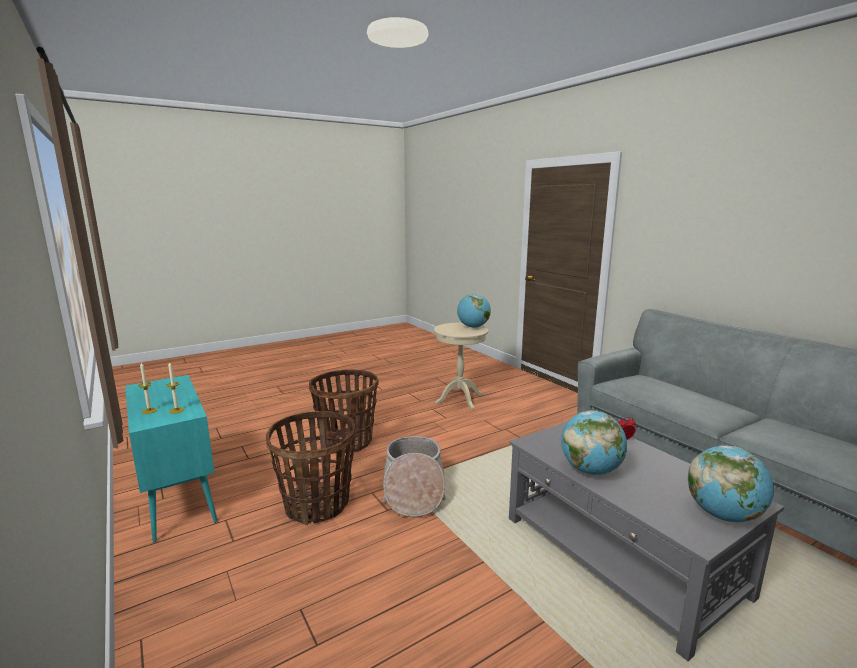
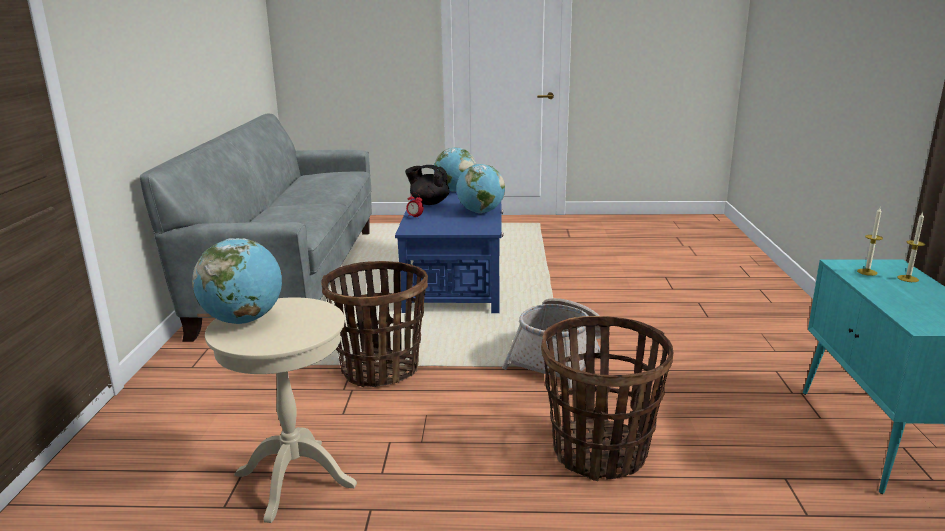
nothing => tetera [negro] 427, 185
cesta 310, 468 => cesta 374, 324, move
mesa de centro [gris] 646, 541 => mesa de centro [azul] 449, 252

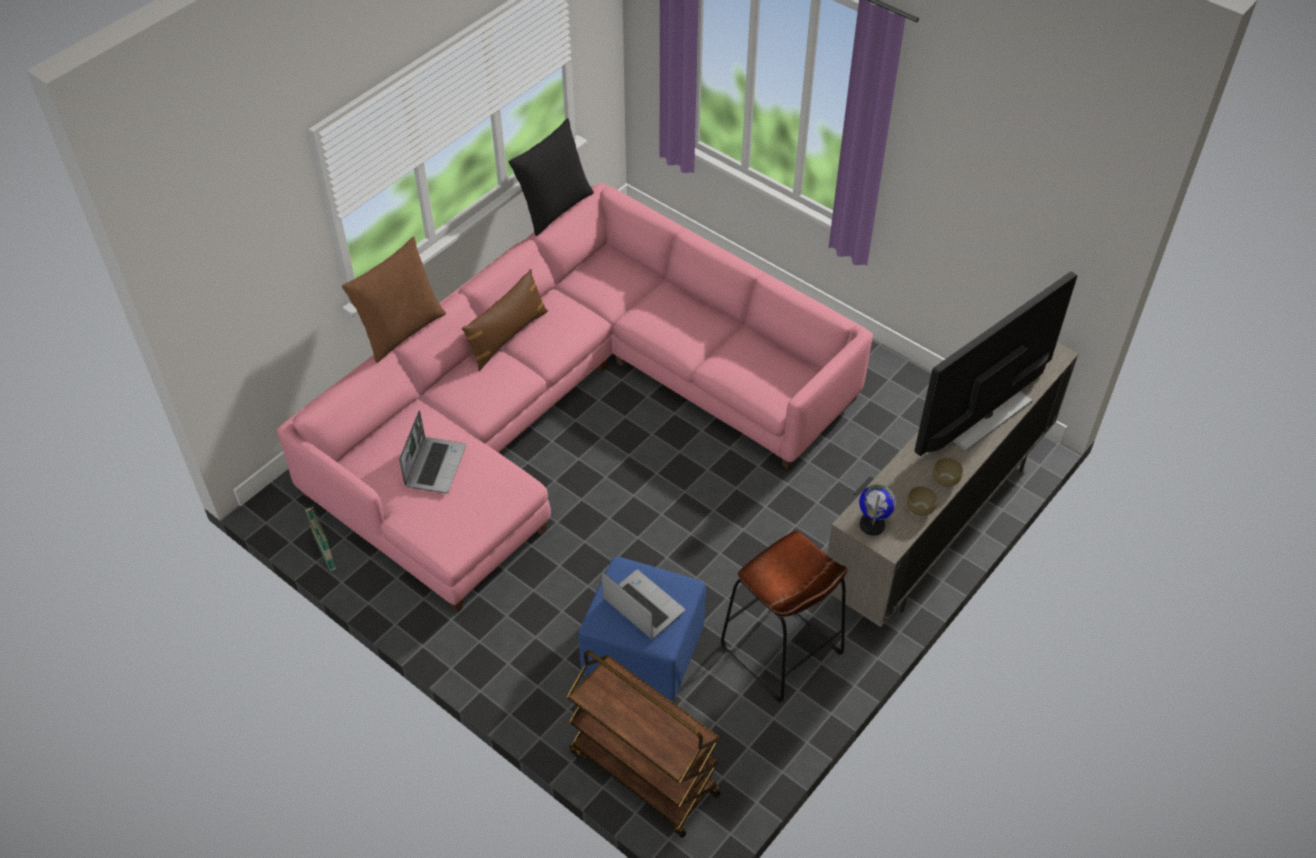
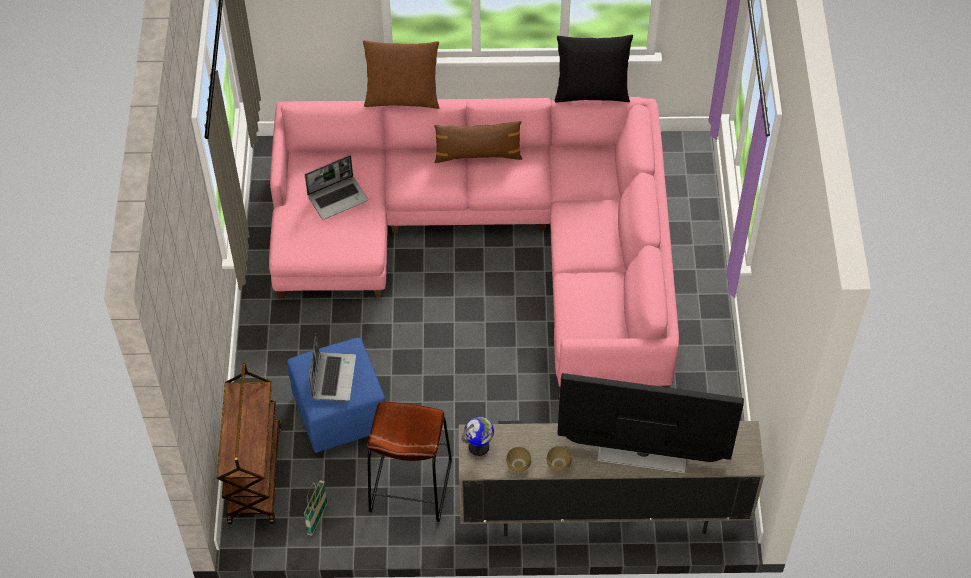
cesta 320, 539 => cesta 316, 508, move

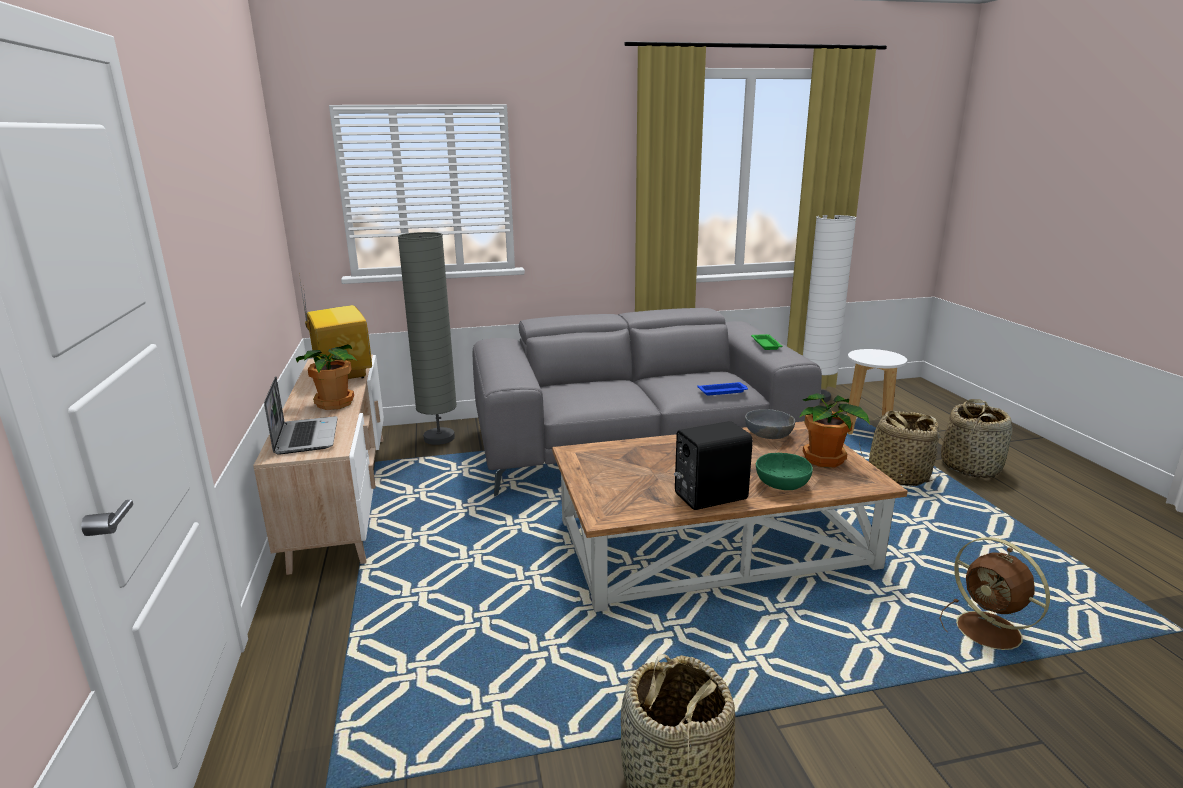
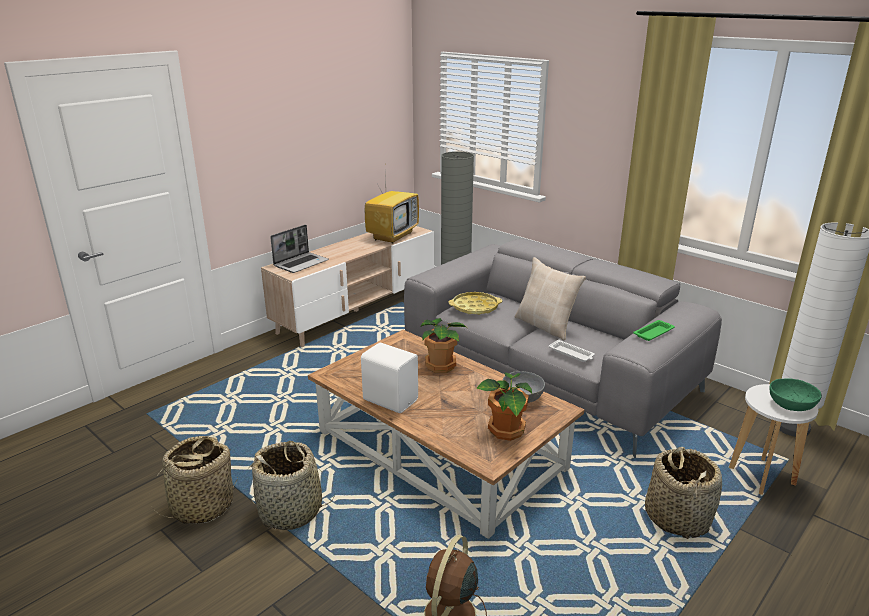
nothing => bandeja [amarillo] 475, 303
nothing => cojín [beis] 550, 299
planta en maceta 326, 377 => planta en maceta 444, 345, move
cuenco [verde] 784, 471 => cuenco [verde] 796, 394, move
cesta 976, 438 => cesta 291, 485, move
altavoz [negro] 713, 465 => altavoz [blanco] 389, 378
bandeja [azul] 722, 388 => bandeja [blanco] 572, 350

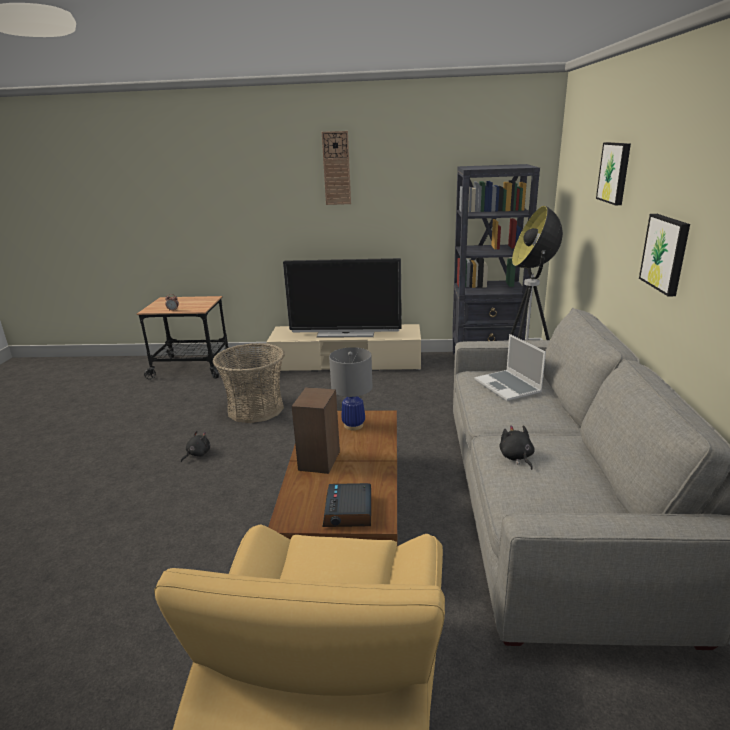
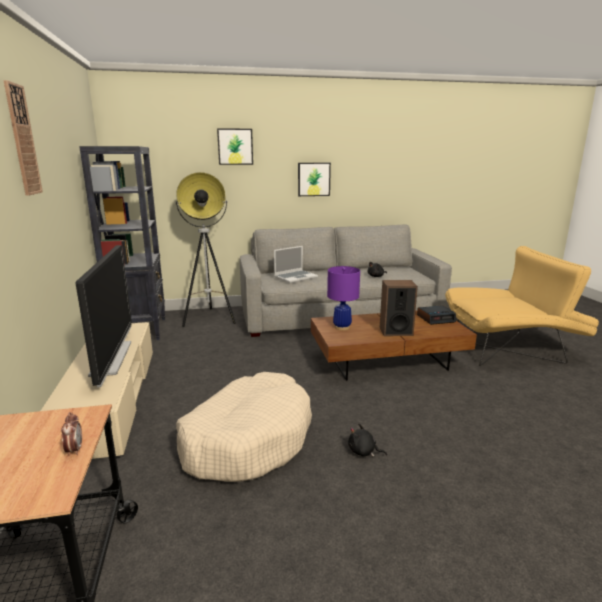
cesta 249, 383 => cama para perro [beis] 244, 427
lámpara de mesa [gris] 350, 388 => lámpara de mesa [morado] 343, 298

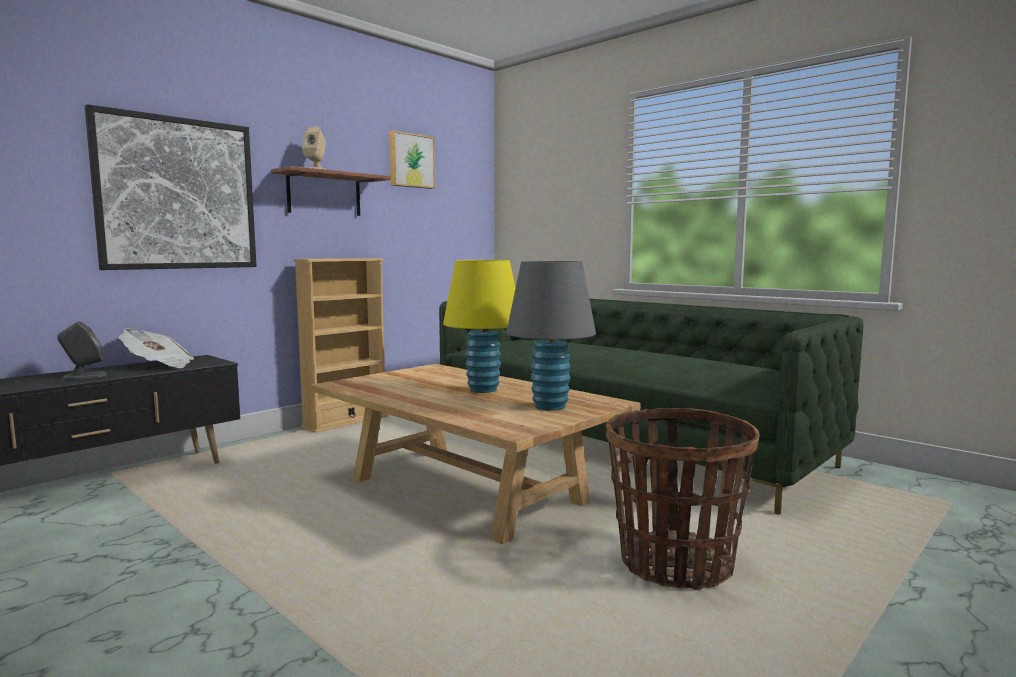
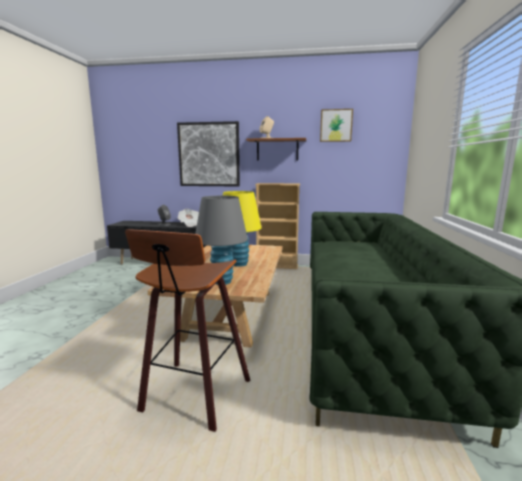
cesta 682, 499 => taburete 187, 330

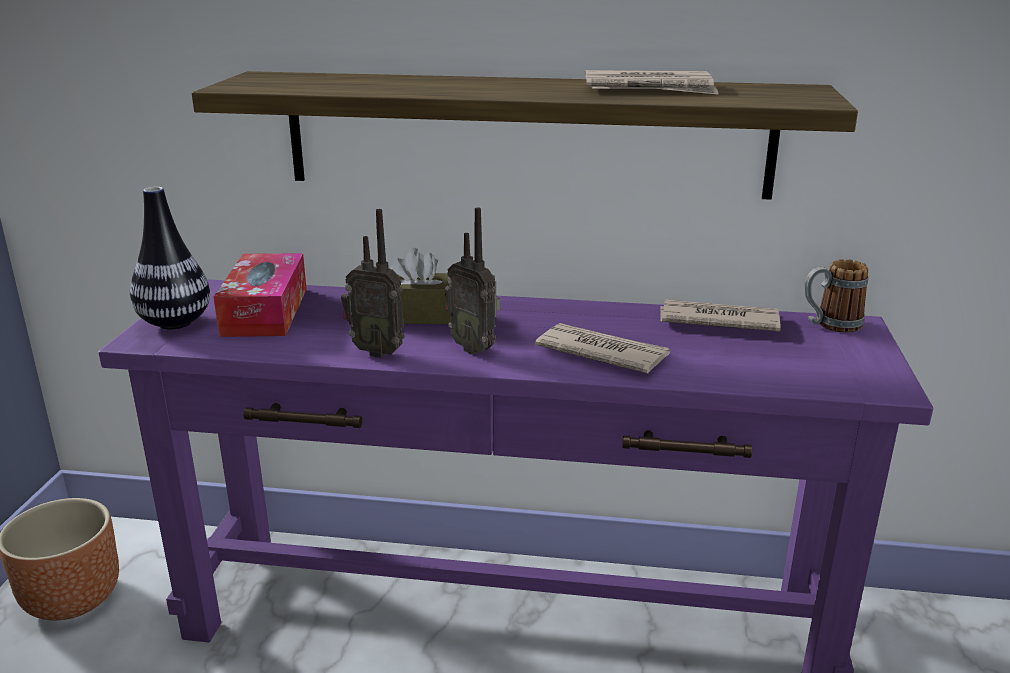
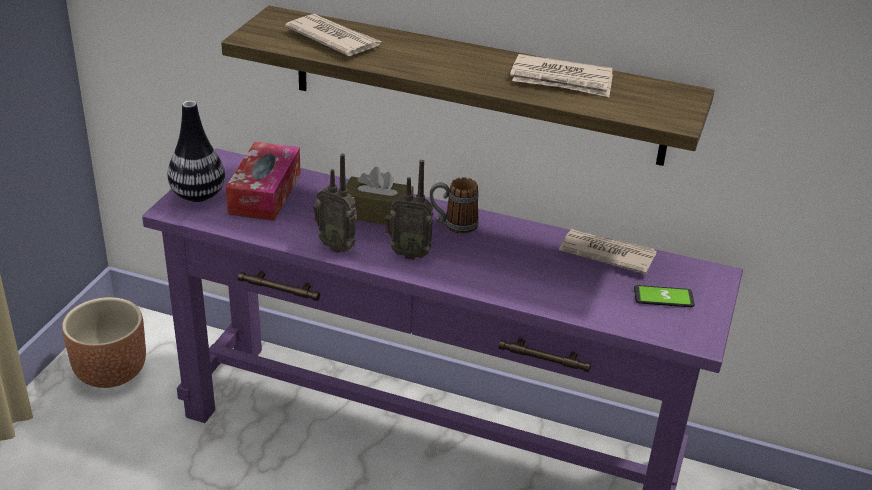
nothing => móvil 664, 296
periódico 603, 348 => periódico 333, 35, move
taza grande 836, 295 => taza grande 454, 205, move
radio 472, 281 => radio 409, 210, 45 degrees counterclockwise

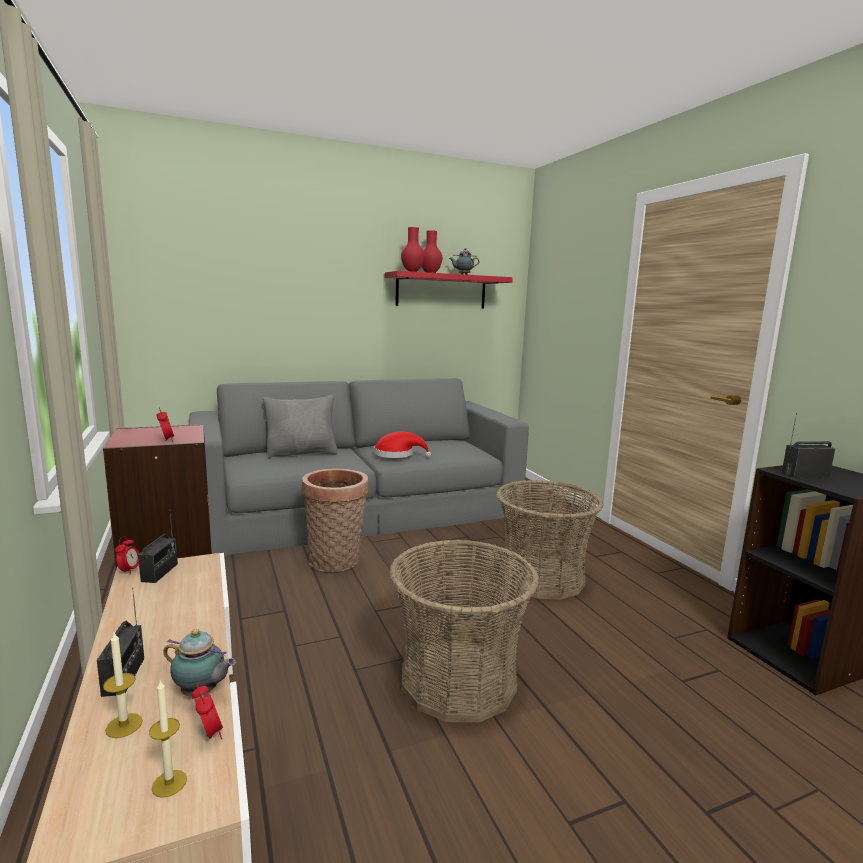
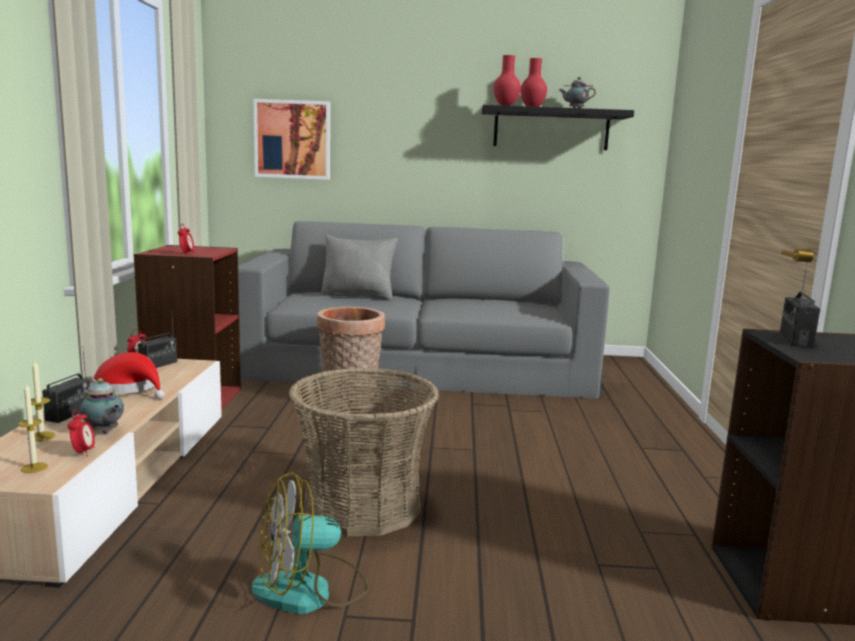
cesta 550, 540 => nothing
nothing => ventilador 310, 543
nothing => cuadro 292, 139
sombrero [rojo] 402, 444 => sombrero [rojo] 128, 375, move
estante [rojo] 449, 290 => estante [negro] 558, 127
radio 808, 445 => radio 800, 304, 90 degrees counterclockwise

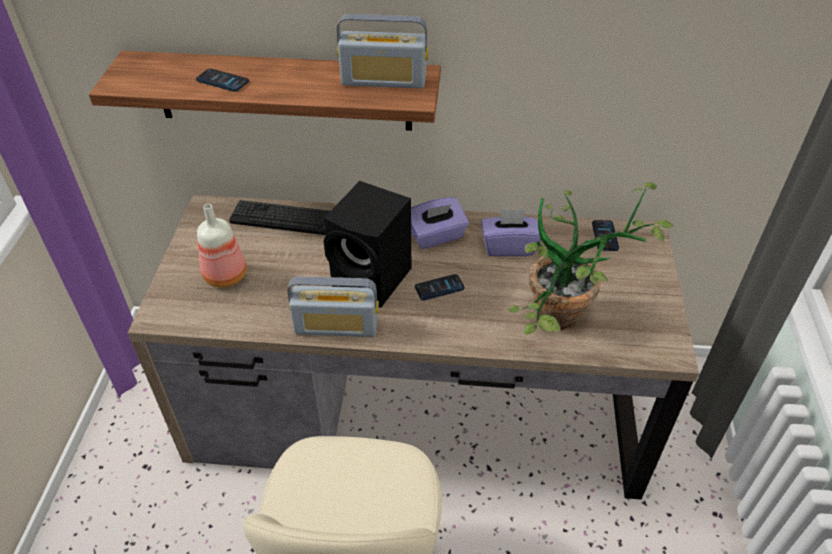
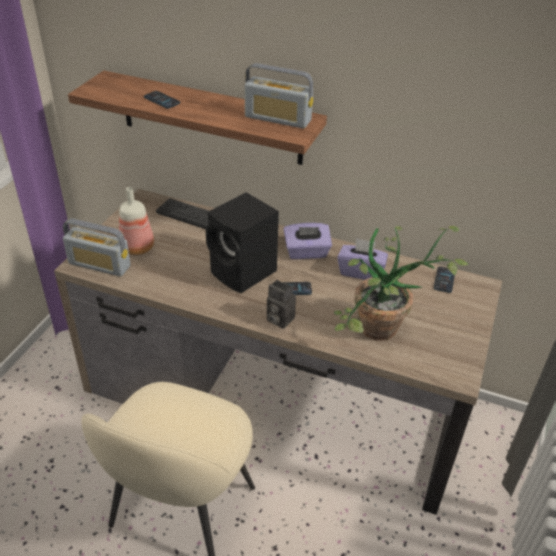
nothing => cámara 281, 304
radio 333, 306 => radio 97, 247, move

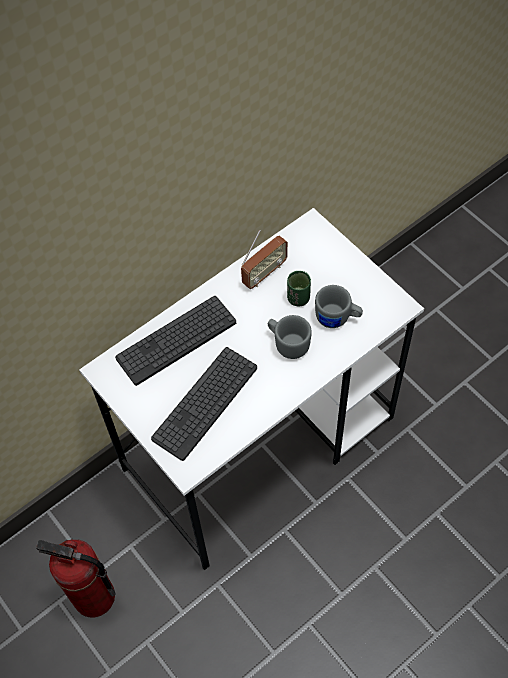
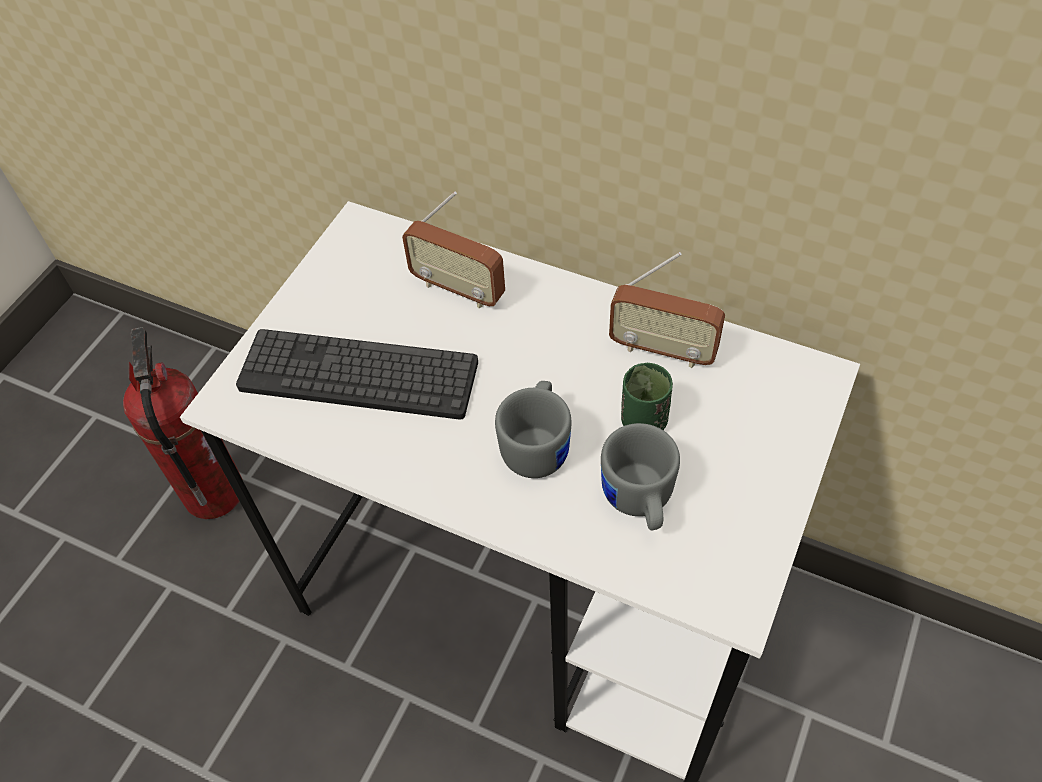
teclado 175, 341 => radio 453, 250

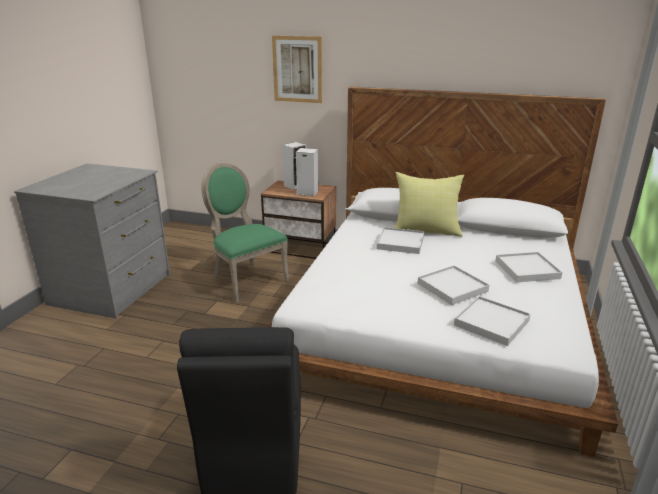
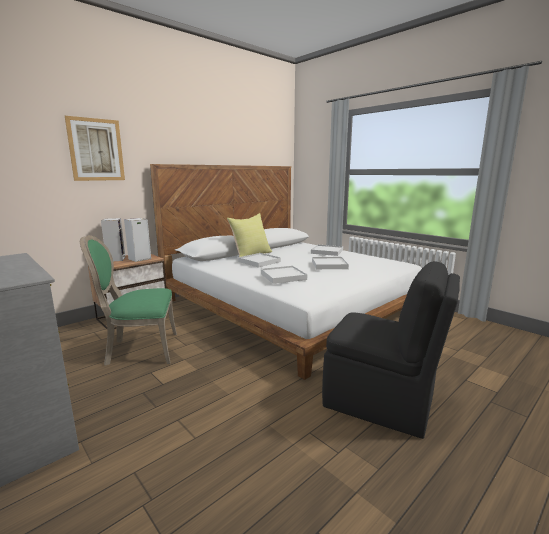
bandeja [blanco] 492, 321 => bandeja [blanco] 284, 275, move

